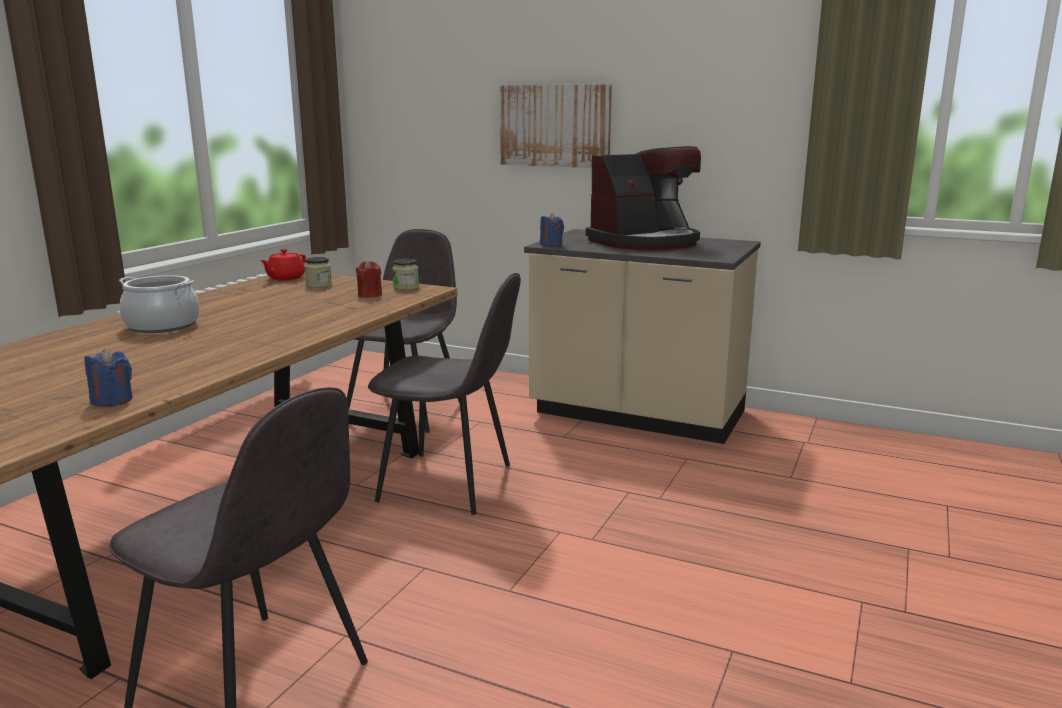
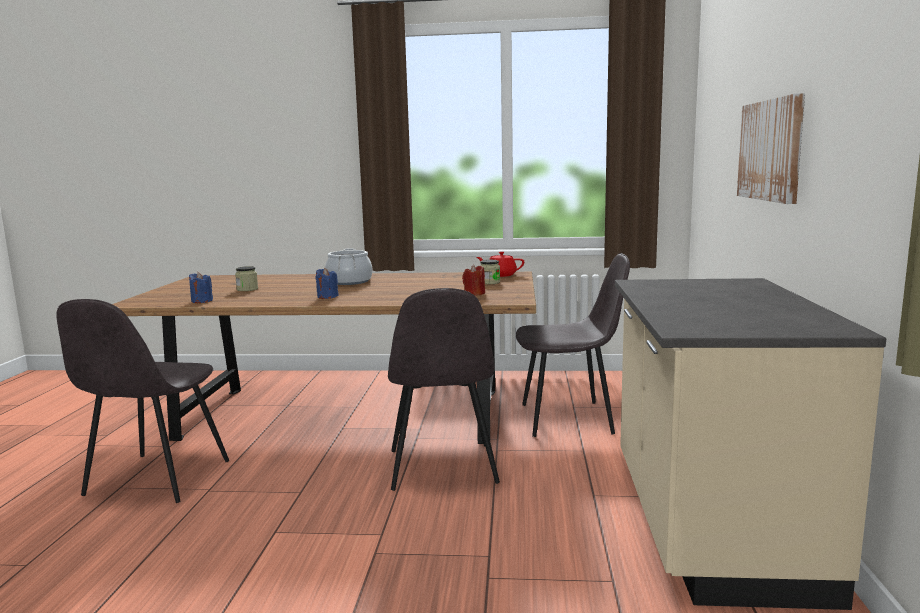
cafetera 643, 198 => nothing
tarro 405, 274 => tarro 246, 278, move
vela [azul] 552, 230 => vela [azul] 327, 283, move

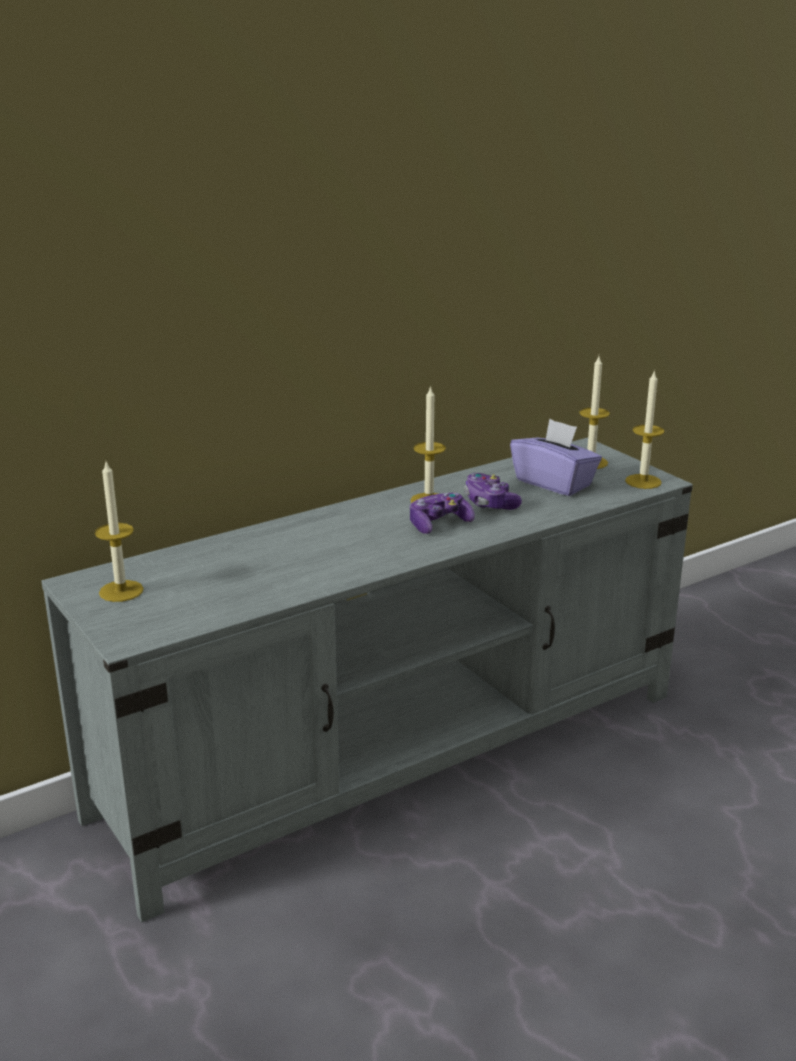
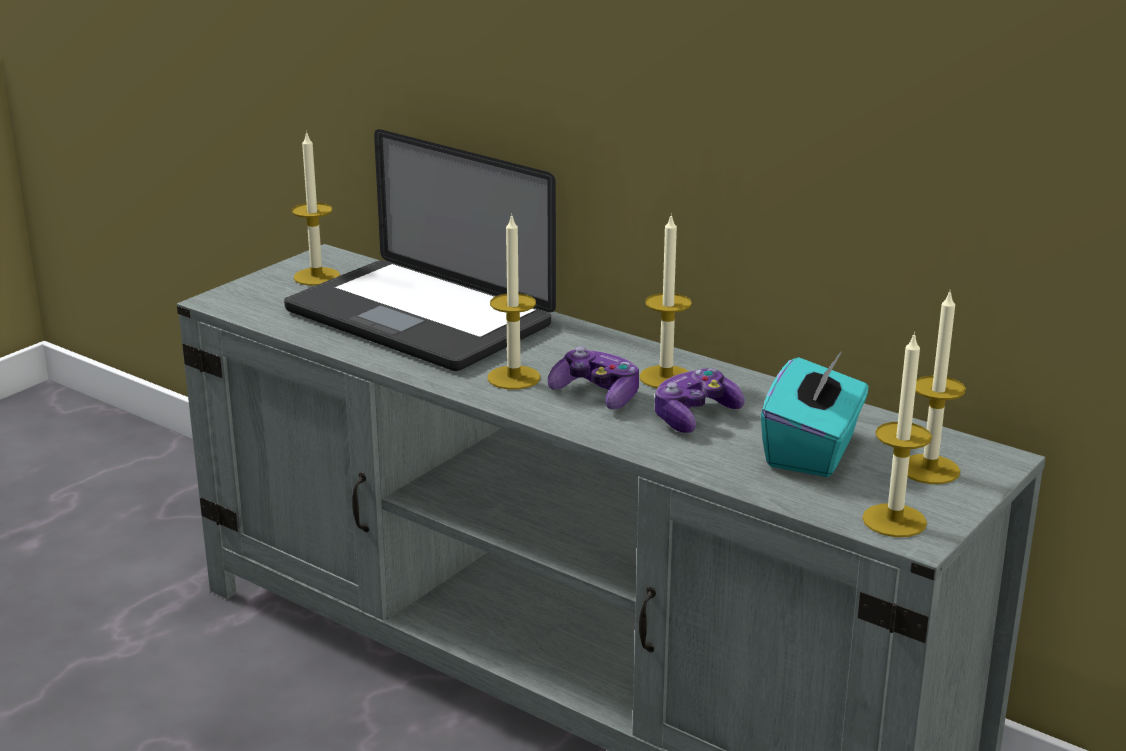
nothing => portátil 420, 250
nothing => vela 514, 301
caja de pañuelos [morado] 556, 457 => caja de pañuelos [turquesa] 815, 415

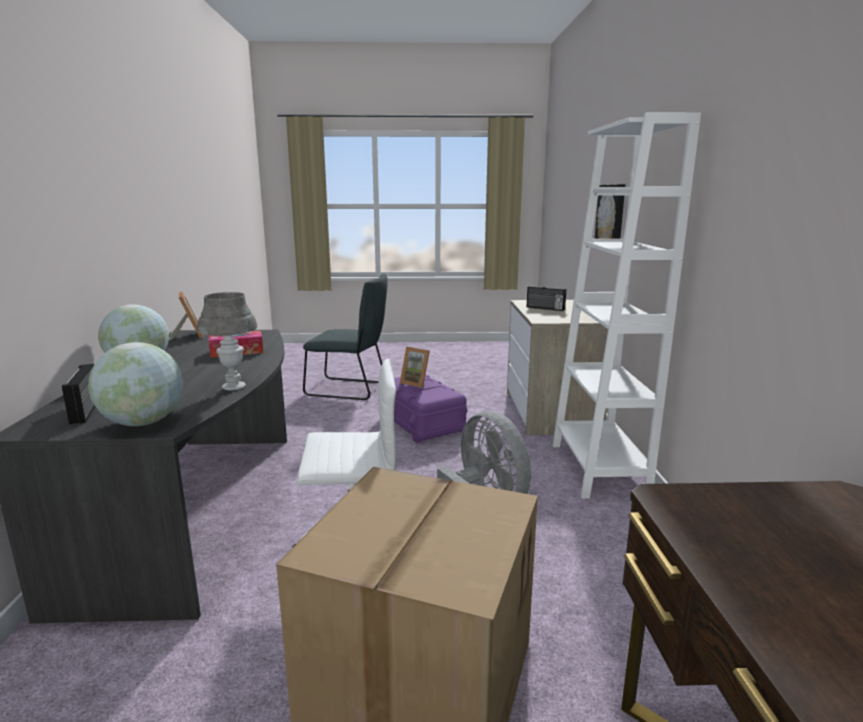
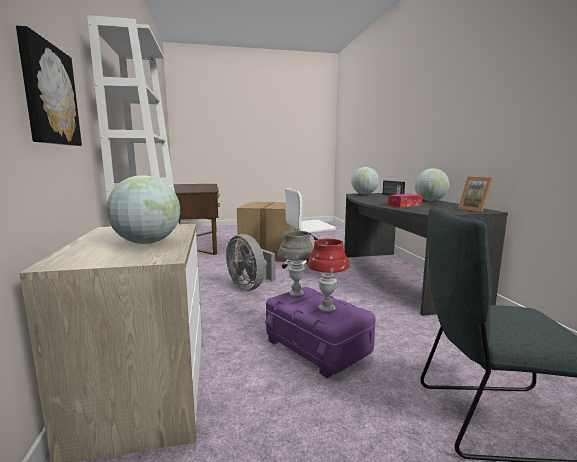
lámpara de mesa [gris] 227, 341 => lámpara de mesa [gris] 296, 263, move
portarretratos 415, 367 => lámpara de mesa [rojo] 328, 275
radio 546, 298 => globo terráqueo 143, 209

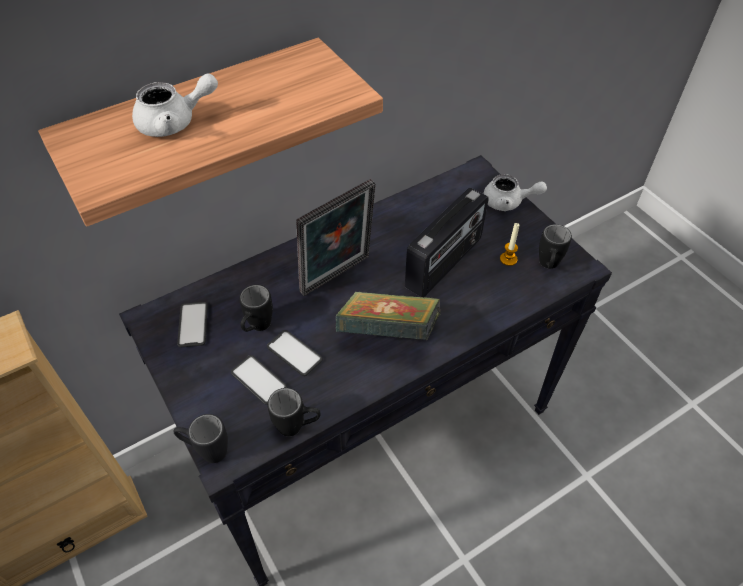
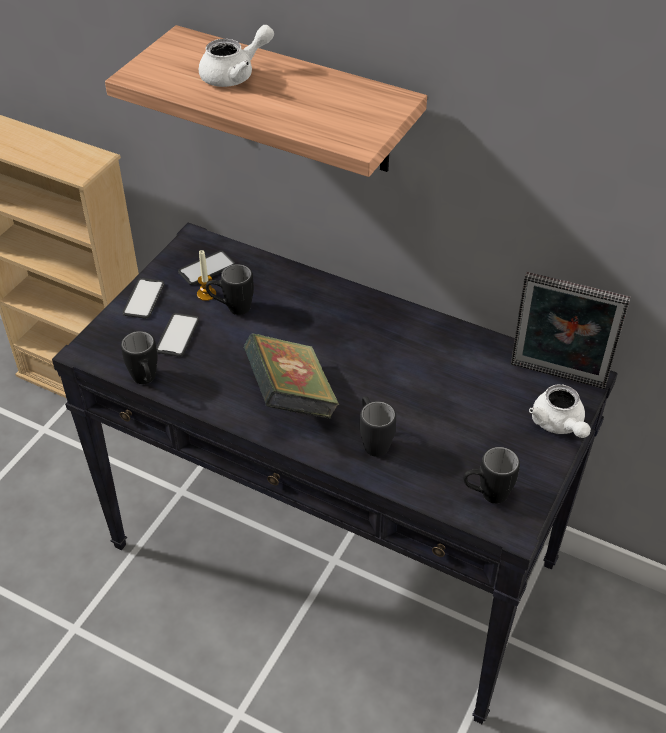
radio 447, 242 => nothing
taza grande [negro] 201, 438 => taza grande [negro] 378, 426, move
móvil 295, 353 => móvil 143, 298, move
portarretratos 336, 237 => portarretratos 571, 330, move
vela 509, 244 => vela 206, 275, move
tetera [blanco] 175, 105 => tetera [blanco] 236, 56, 75 degrees counterclockwise

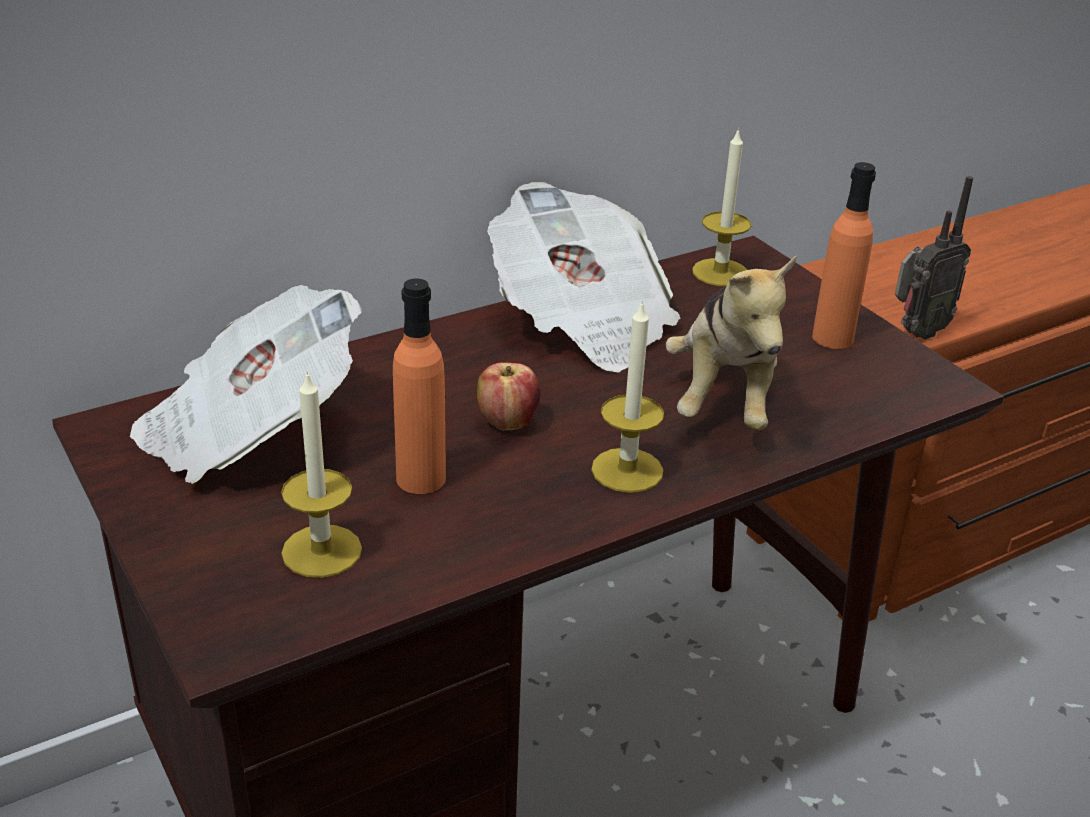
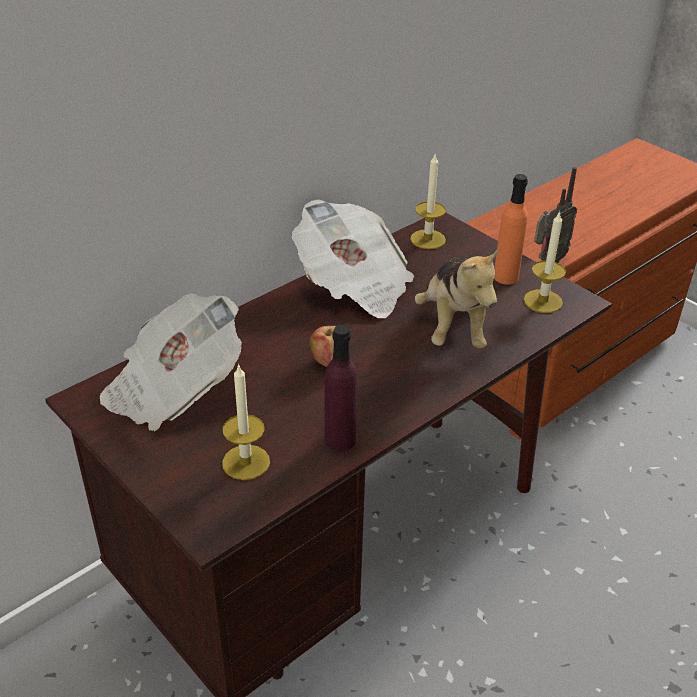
botella [naranja] 419, 386 => nothing
nothing => botella [morado] 340, 388
vela 627, 396 => vela 545, 262, move

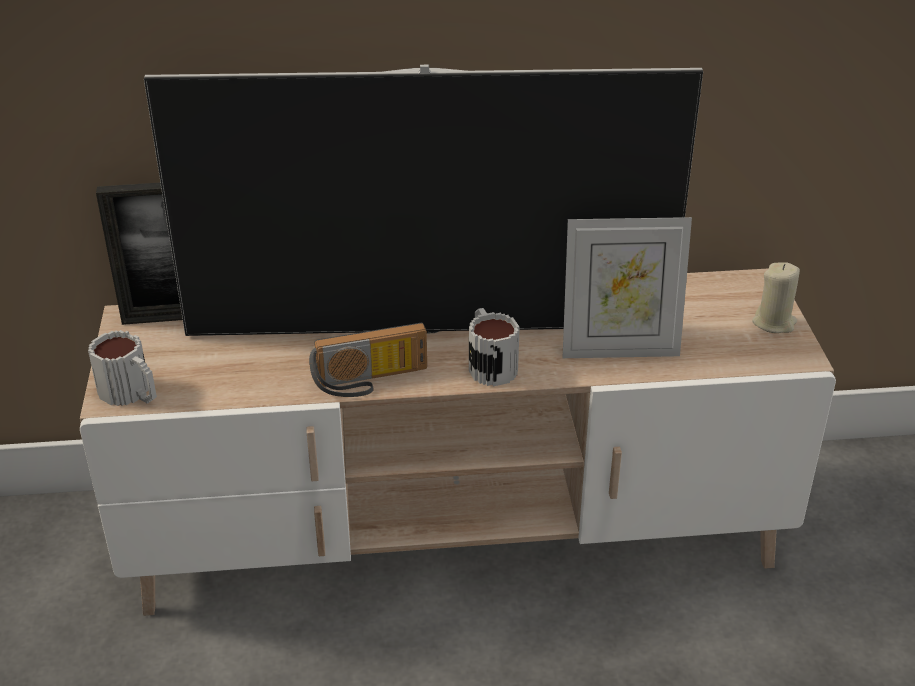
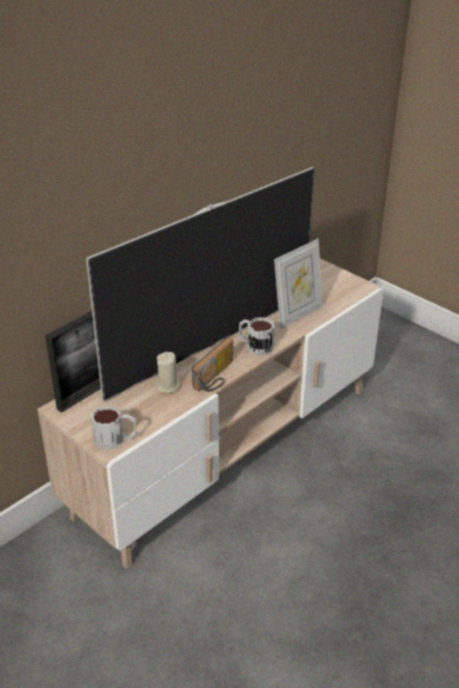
vela [beis] 776, 297 => vela [beis] 168, 372, move

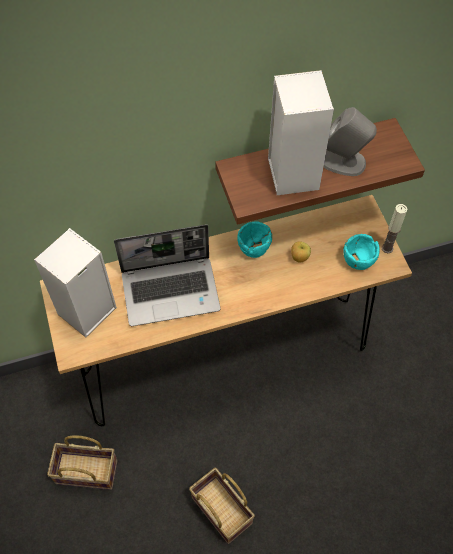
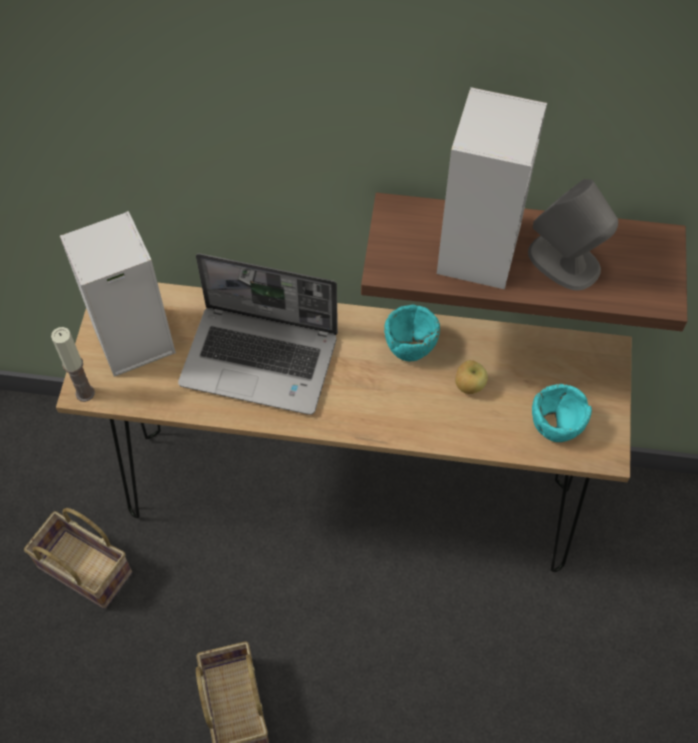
vela 394, 228 => vela 73, 364, move

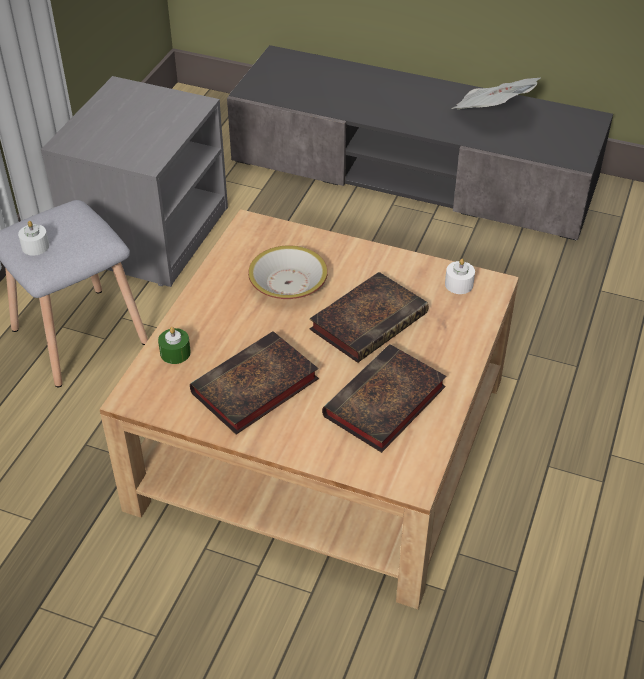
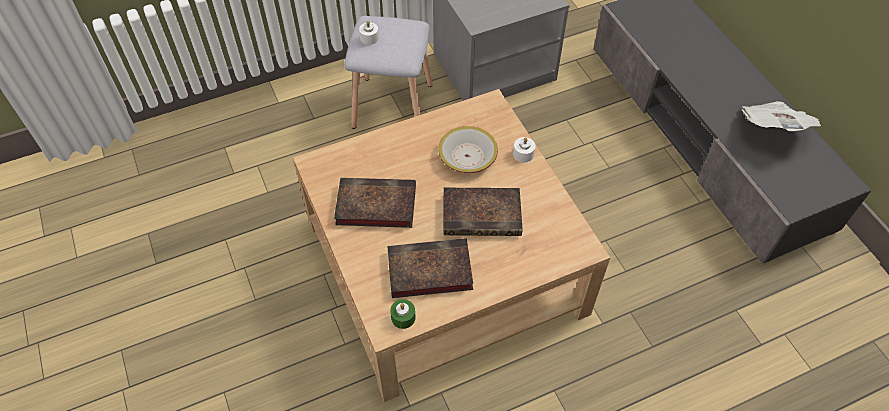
vela [verde] 174, 345 => vela [verde] 403, 314, move
vela [blanco] 460, 276 => vela [blanco] 524, 150, move

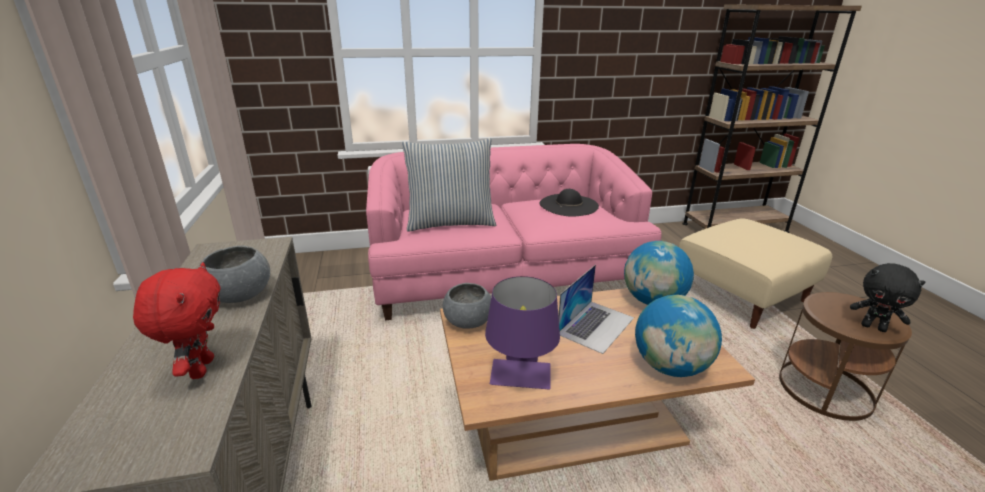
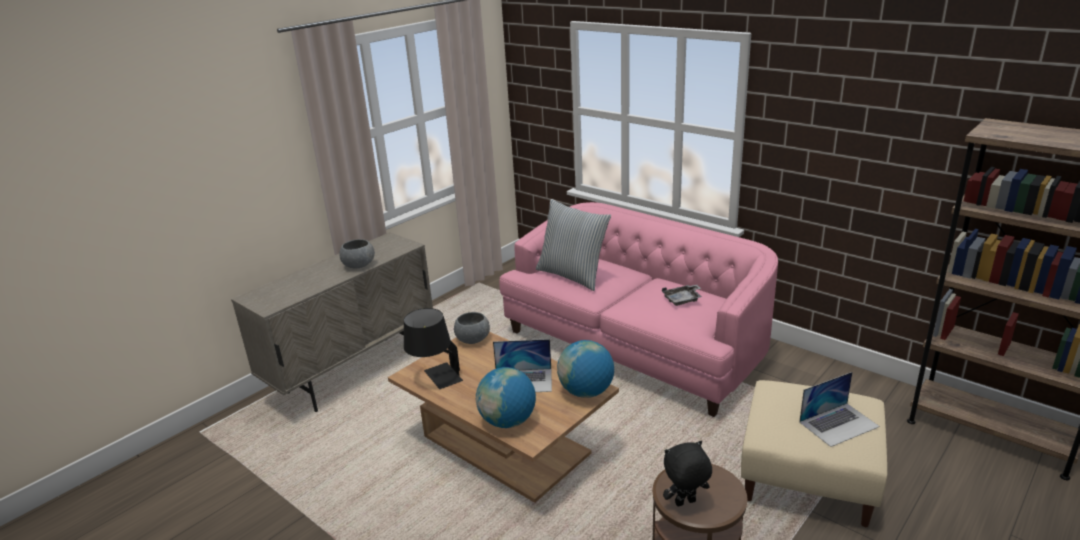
peluche [rojo] 177, 320 => nothing
nothing => portátil 839, 409
sombrero [negro] 569, 202 => bandeja [gris] 682, 295
lámpara de mesa [morado] 522, 332 => lámpara de mesa [negro] 433, 348
peluche [negro] 887, 297 => peluche [negro] 687, 473, 75 degrees clockwise

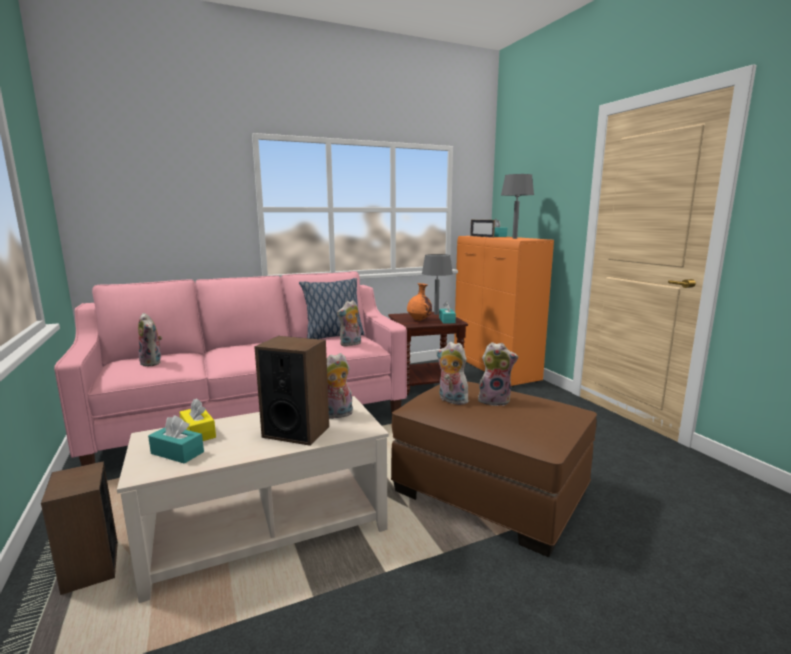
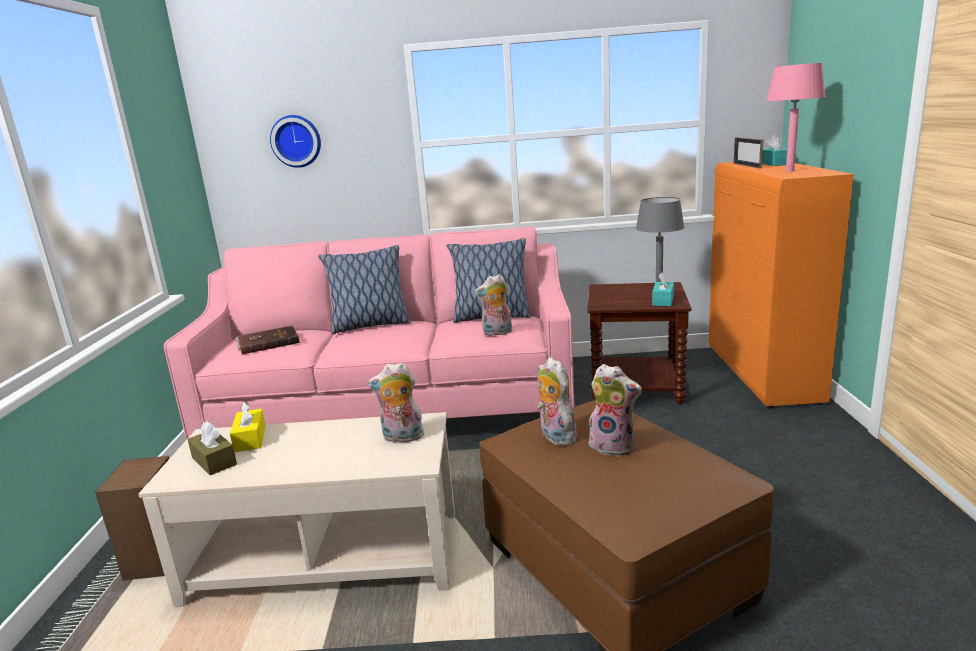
altavoz 292, 391 => nothing
florero [naranja] 419, 302 => nothing
nothing => reloj de pared 295, 141
nothing => cojín 364, 289
peluche 150, 340 => libro [marrón] 268, 339
caja de pañuelos [turquesa] 176, 439 => caja de pañuelos [marrón] 212, 448
lámpara de mesa [gris] 517, 206 => lámpara de mesa [rosa] 796, 117

